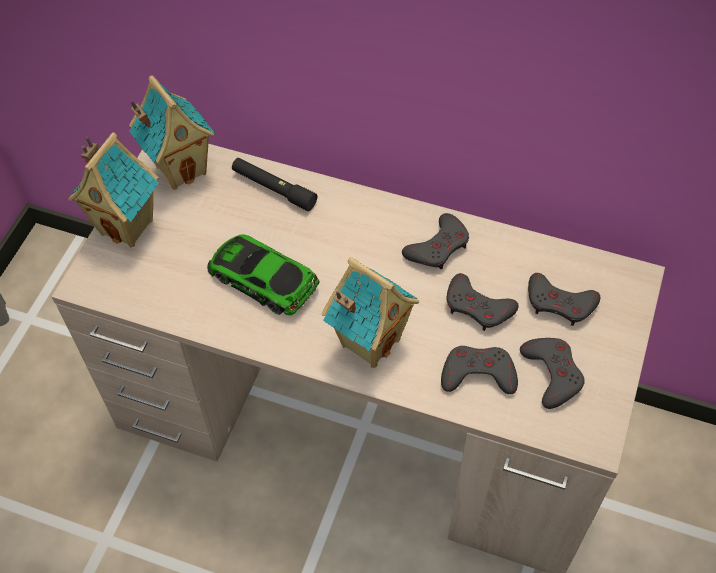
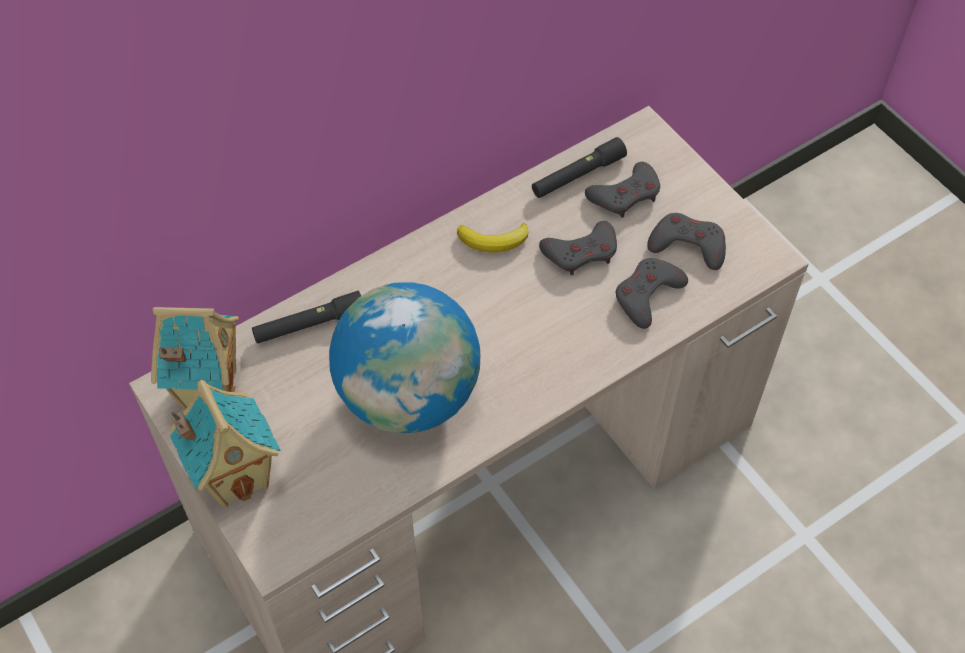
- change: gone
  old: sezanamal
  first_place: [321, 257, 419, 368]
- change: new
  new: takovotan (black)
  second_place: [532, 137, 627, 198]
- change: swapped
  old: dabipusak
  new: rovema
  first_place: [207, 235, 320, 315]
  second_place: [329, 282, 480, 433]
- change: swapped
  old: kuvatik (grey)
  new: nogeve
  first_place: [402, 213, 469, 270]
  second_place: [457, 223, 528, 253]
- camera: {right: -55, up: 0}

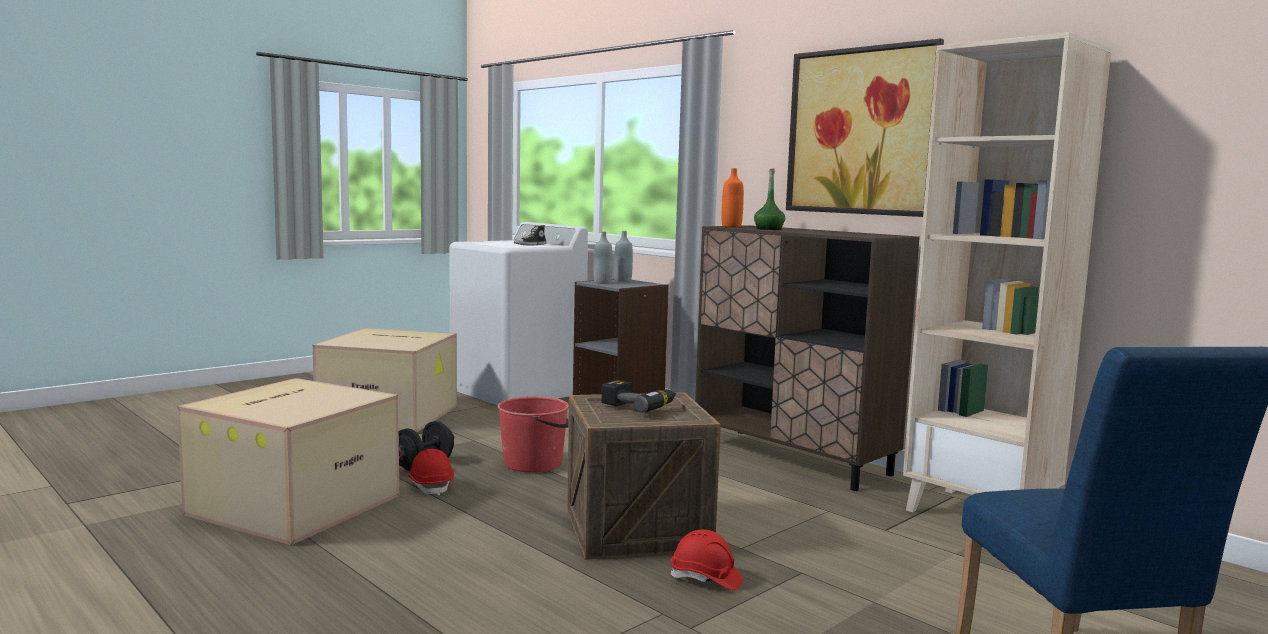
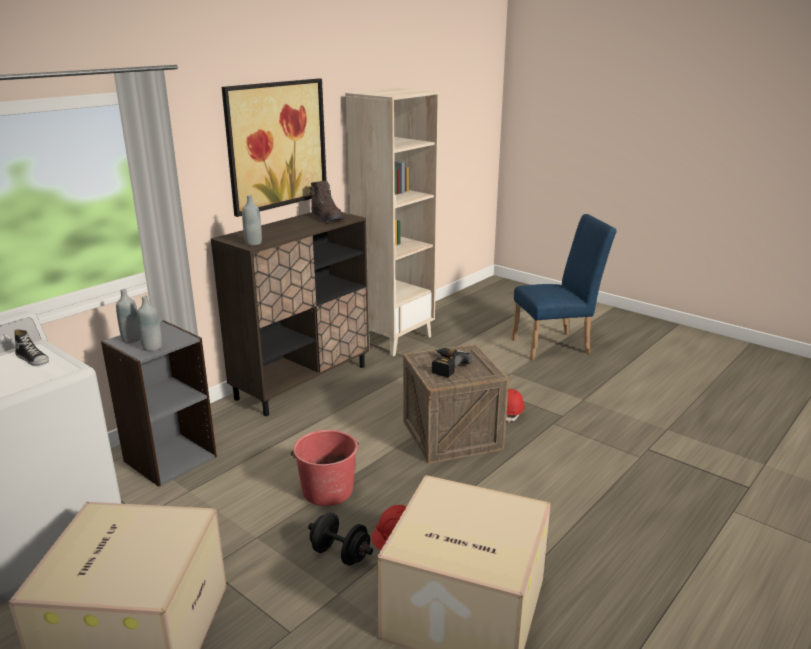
- change: gone
  old: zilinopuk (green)
  first_place: [754, 169, 785, 230]
- change: new
  new: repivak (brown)
  second_place: [310, 181, 343, 222]
- change: repainted
  old: zilinopuk (orange)
  new: zilinopuk (grey)
  first_place: [722, 168, 744, 227]
  second_place: [242, 195, 262, 246]
- camera: {right: -95, up: 15}

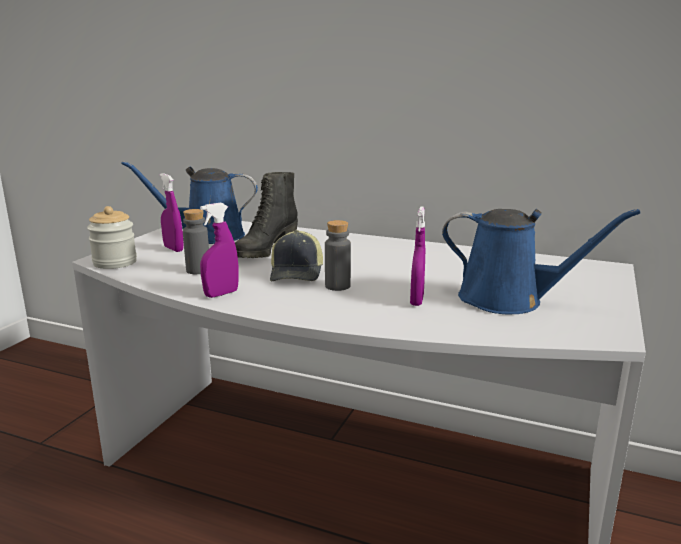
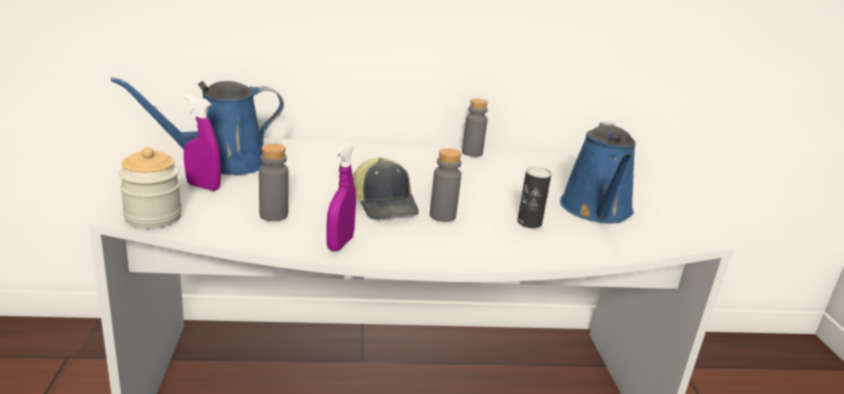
- change: gone
  old: repivak (black)
  first_place: [235, 172, 298, 258]
- change: new
  new: zilinopuk (grey)
  second_place: [462, 99, 488, 157]
- change: swapped
  old: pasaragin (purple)
  new: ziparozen
  first_place: [410, 206, 425, 306]
  second_place: [517, 166, 551, 228]
- change: rotated
  old: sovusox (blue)
  first_place: [442, 209, 640, 314]
  second_place: [560, 122, 636, 223]
  degrees: 105
- camera: {right: -30, up: 5}

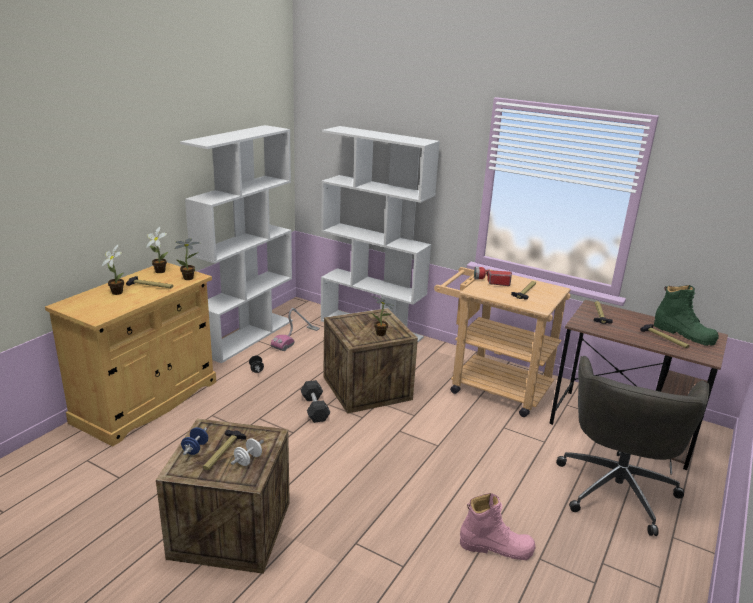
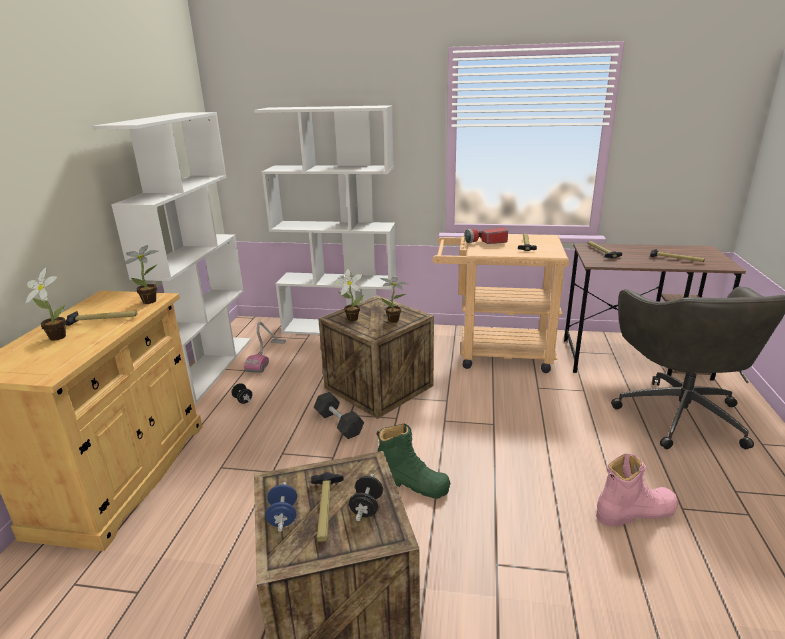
- change: shifted
  old: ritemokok
  first_place: [146, 227, 168, 273]
  second_place: [335, 269, 363, 321]
- change: shifted
  old: repivak (green)
  first_place: [654, 285, 719, 346]
  second_place: [376, 423, 450, 499]
- change: repainted
  old: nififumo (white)
  new: nififumo (black)
  first_place: [231, 438, 264, 466]
  second_place: [349, 474, 383, 522]
- camera: {right: -20, up: 0}

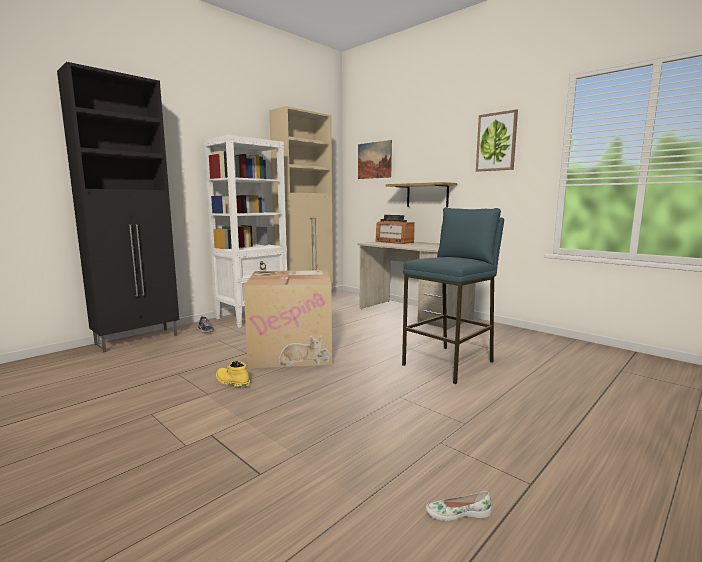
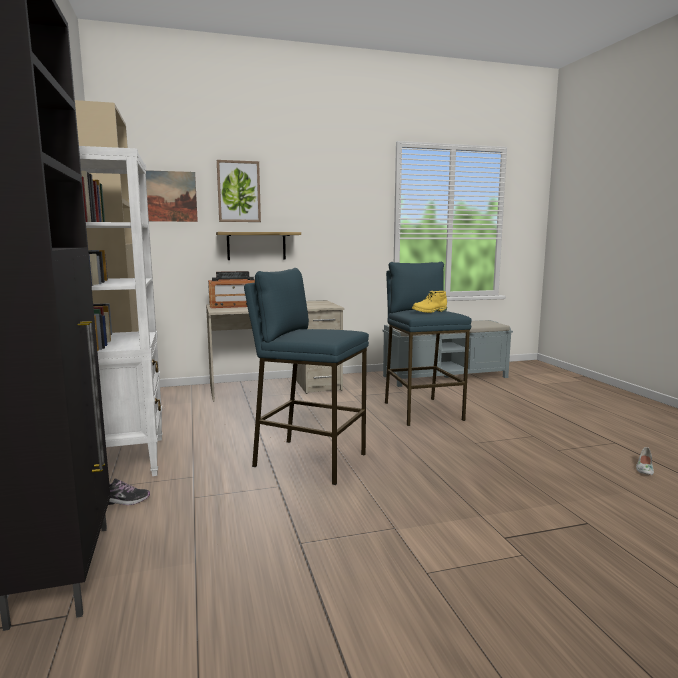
- change: new
  new: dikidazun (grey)
  second_place: [382, 320, 513, 387]
- change: shifted
  old: repivak (yellow)
  first_place: [216, 361, 250, 388]
  second_place: [412, 291, 447, 313]
- change: shifted
  old: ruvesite
  first_place: [476, 109, 518, 172]
  second_place: [217, 160, 261, 222]
- change: swapped
  old: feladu
  new: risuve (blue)
  first_place: [244, 270, 332, 368]
  second_place: [244, 268, 369, 485]
- camera: {right: -60, up: 0}

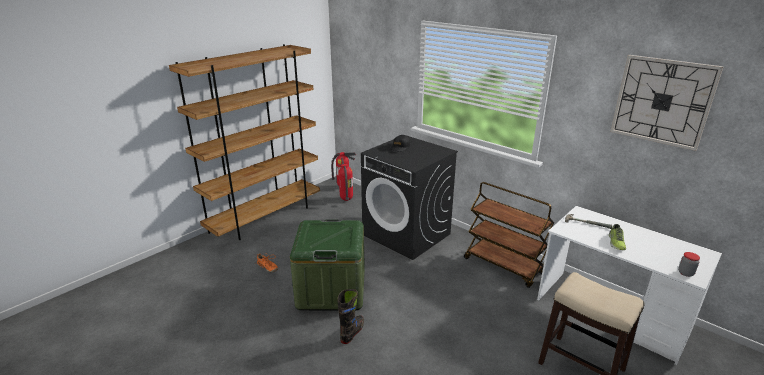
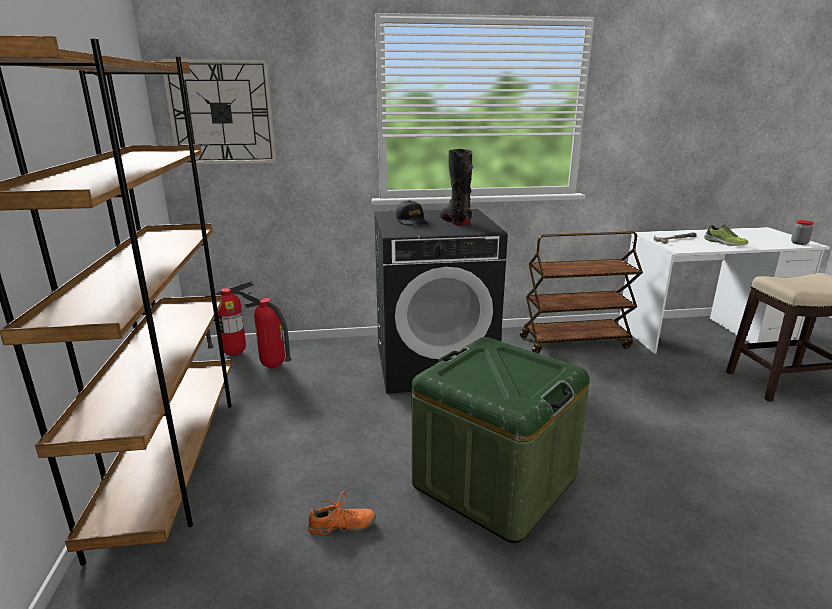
- change: shifted
  old: repivak (black)
  first_place: [338, 289, 364, 344]
  second_place: [439, 149, 473, 225]
- change: shifted
  old: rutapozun
  first_place: [610, 55, 724, 151]
  second_place: [161, 59, 277, 165]
- camera: {right: -50, up: -5}

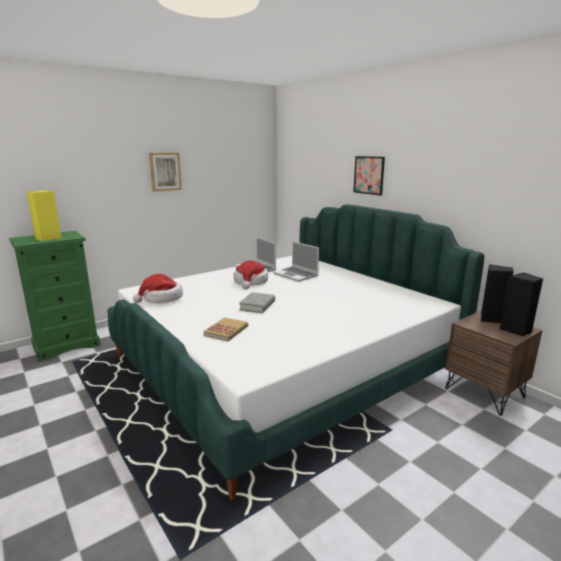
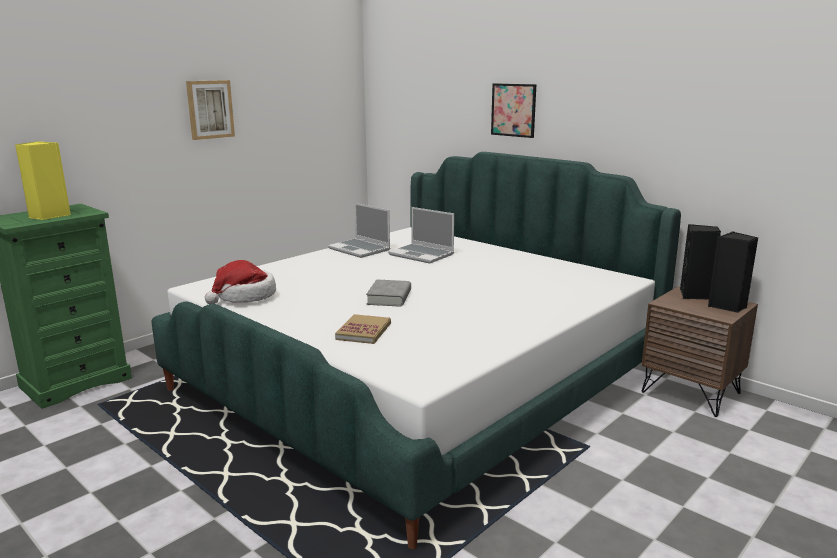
- change: gone
  old: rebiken
  first_place: [234, 260, 268, 289]
- camera: {right: -10, up: 0}

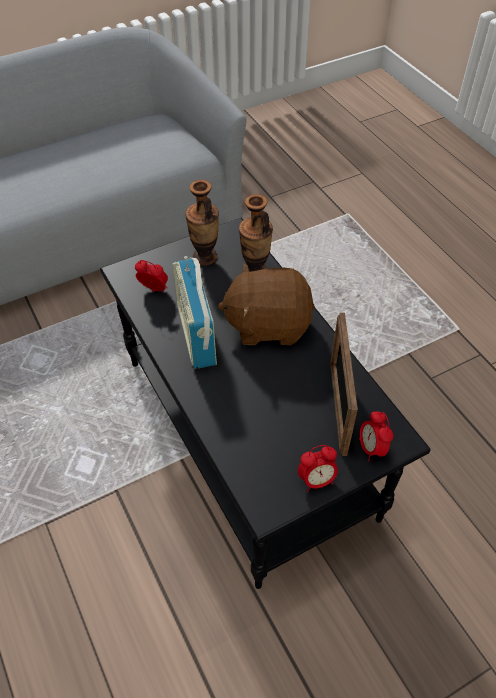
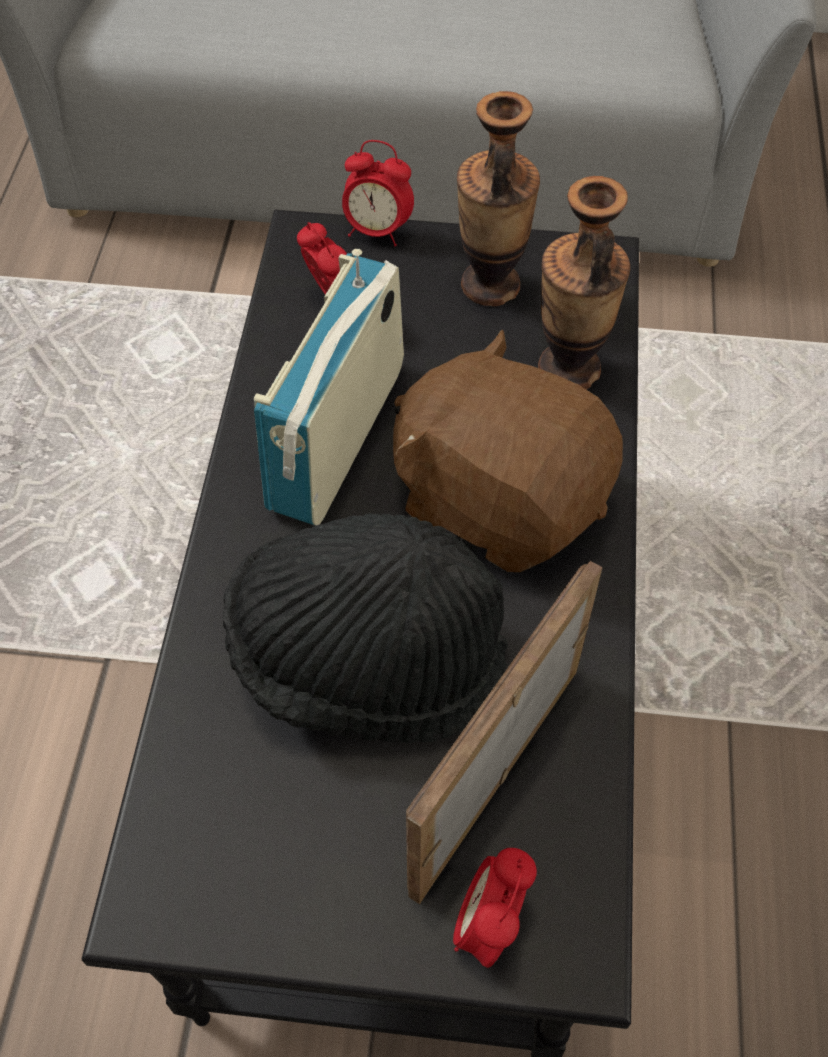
- change: new
  new: rebiken (black)
  second_place: [223, 513, 508, 743]
- change: shifted
  old: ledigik
  first_place: [298, 445, 338, 492]
  second_place: [342, 140, 414, 246]
- camera: {right: 35, up: 5}

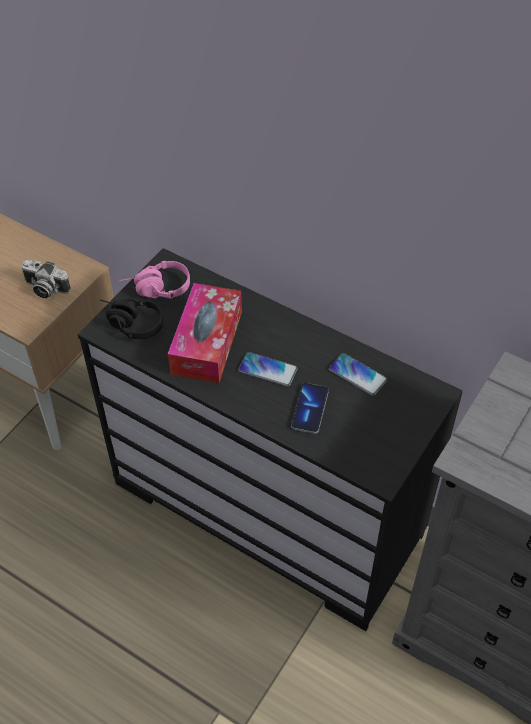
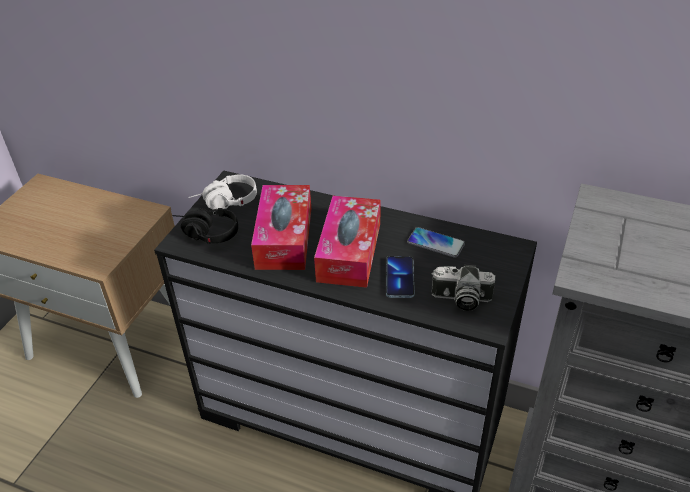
- change: shifted
  old: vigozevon
  first_place: [21, 260, 71, 298]
  second_place: [432, 265, 495, 311]
- change: swapped
  old: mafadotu
  new: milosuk
  first_place: [238, 352, 298, 387]
  second_place: [314, 196, 381, 288]
- change: repainted
  old: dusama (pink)
  new: dusama (white)
  first_place: [119, 261, 190, 299]
  second_place: [188, 175, 257, 210]
- camera: {right: -10, up: -10}

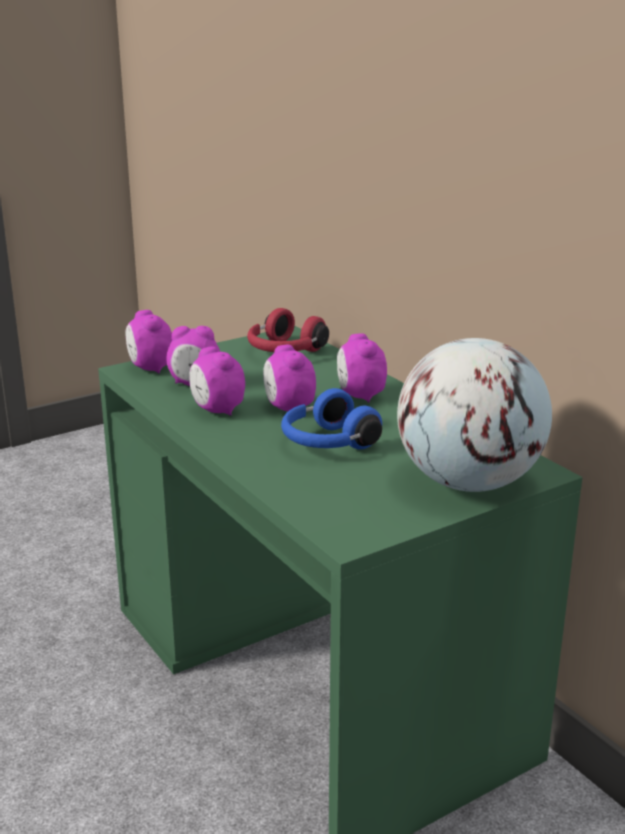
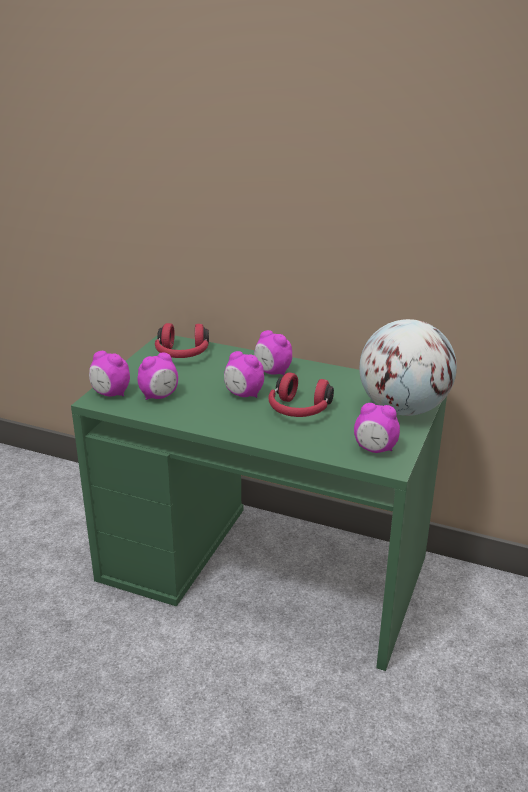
- change: shifted
  old: ledigik
  first_place: [189, 346, 245, 416]
  second_place: [354, 403, 400, 453]
- change: repainted
  old: dusama (blue)
  new: dusama (red)
  first_place: [281, 388, 382, 449]
  second_place: [268, 372, 334, 417]
- camera: {right: -35, up: 5}

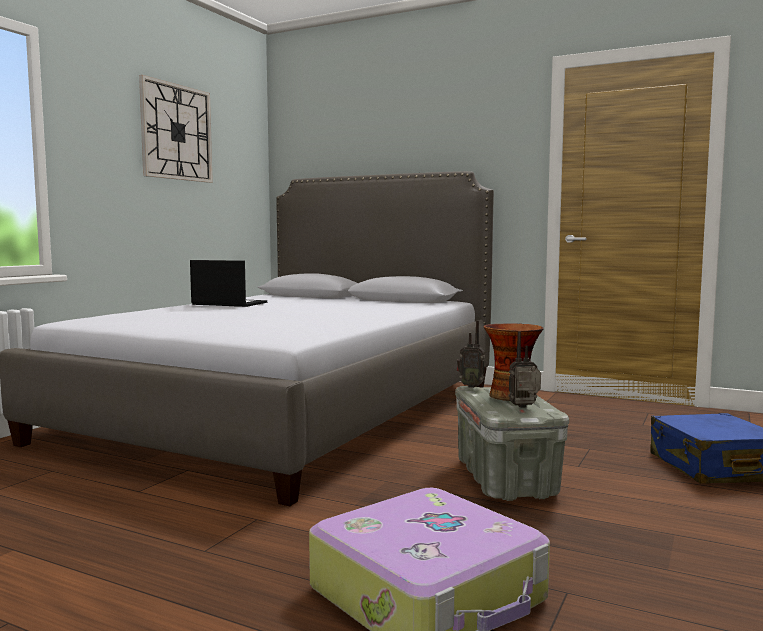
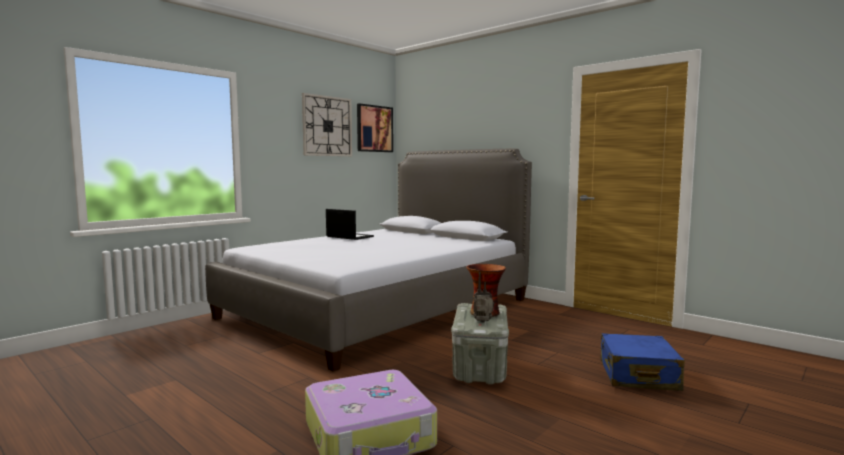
- change: gone
  old: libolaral
  first_place: [457, 321, 485, 388]
- change: new
  new: ruvesite
  second_place: [357, 103, 393, 152]
- camera: {right: 15, up: 0}

